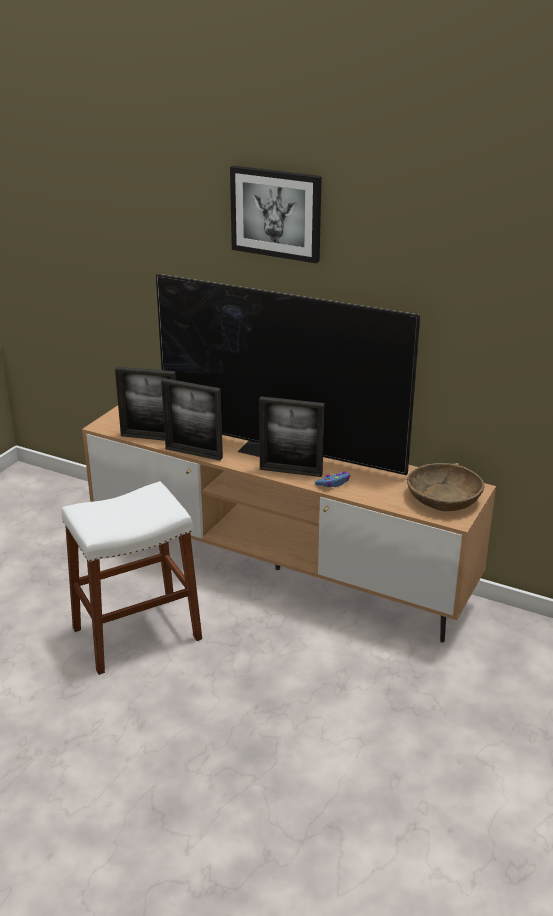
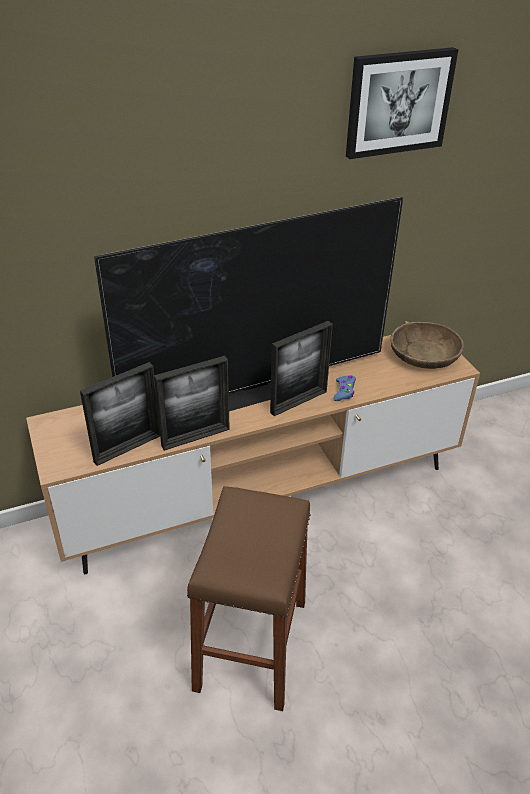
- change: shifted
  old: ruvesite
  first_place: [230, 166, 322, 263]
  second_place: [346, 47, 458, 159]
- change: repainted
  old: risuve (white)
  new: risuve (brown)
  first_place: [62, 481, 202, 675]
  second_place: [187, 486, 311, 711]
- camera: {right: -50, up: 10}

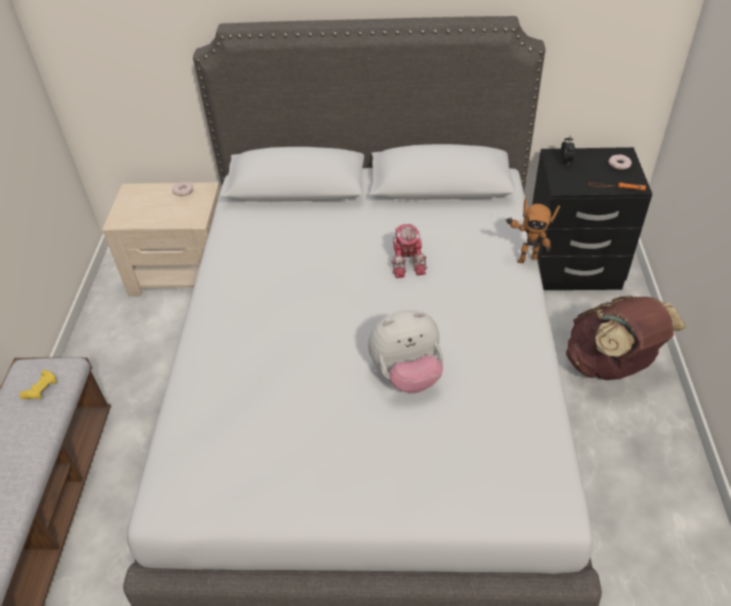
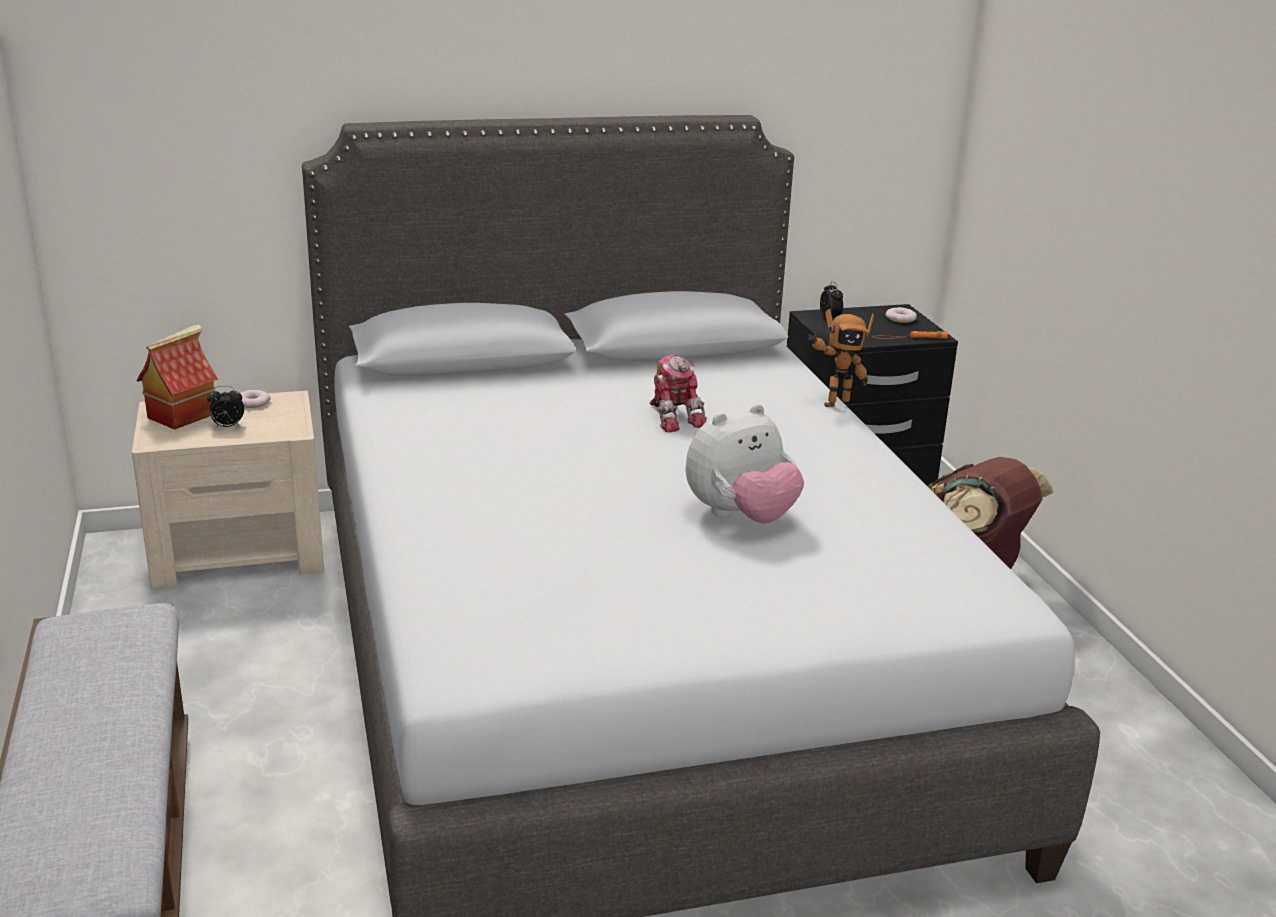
- change: gone
  old: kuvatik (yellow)
  first_place: [19, 370, 56, 399]
- change: new
  new: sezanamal
  second_place: [136, 324, 218, 430]
- change: new
  new: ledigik
  second_place: [207, 386, 244, 428]
- camera: {right: -20, up: -20}

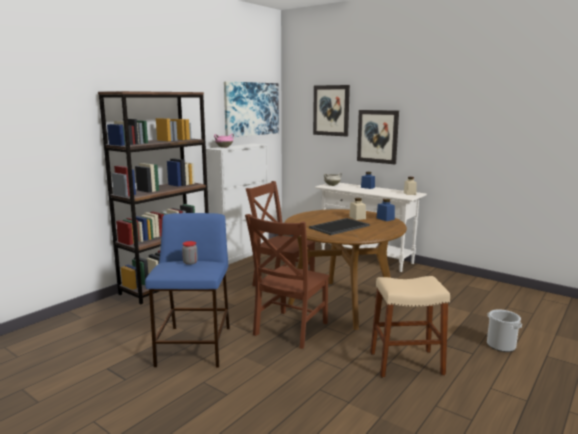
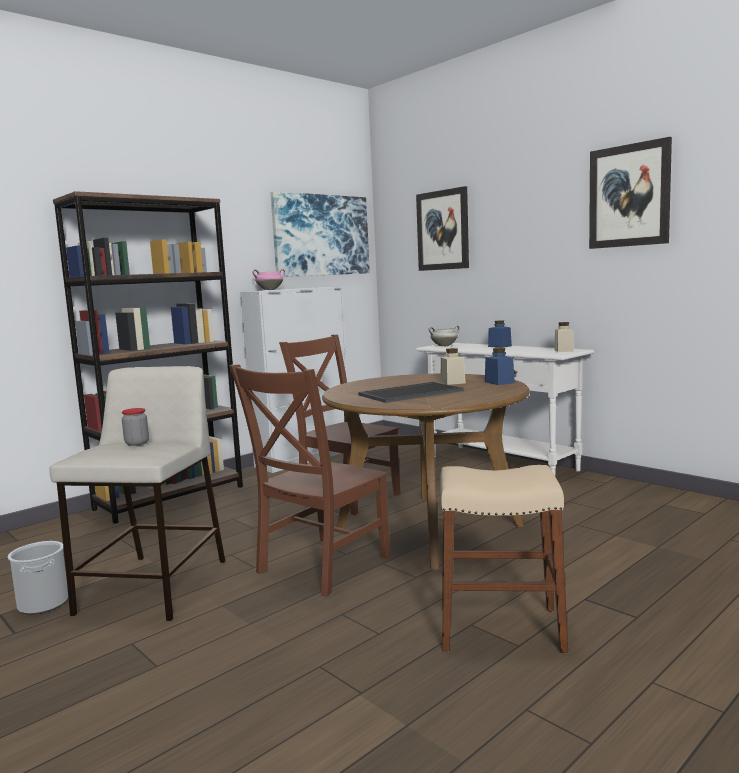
- change: shifted
  old: ruvesite
  first_place: [357, 110, 399, 164]
  second_place: [589, 137, 672, 249]
- change: shifted
  old: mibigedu
  first_place: [487, 309, 522, 352]
  second_place: [8, 541, 68, 615]
- change: repainted
  old: risuve (blue)
  new: risuve (beige)
  first_place: [145, 213, 230, 368]
  second_place: [50, 366, 225, 621]
- camera: {right: 10, up: -5}

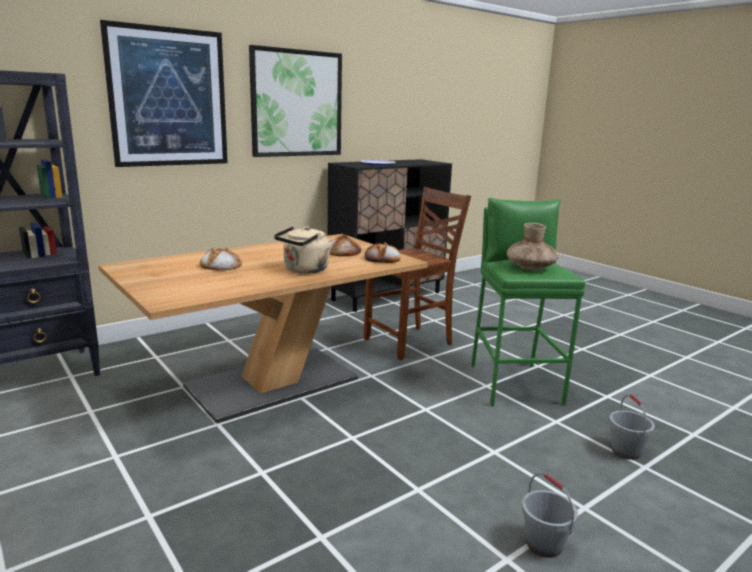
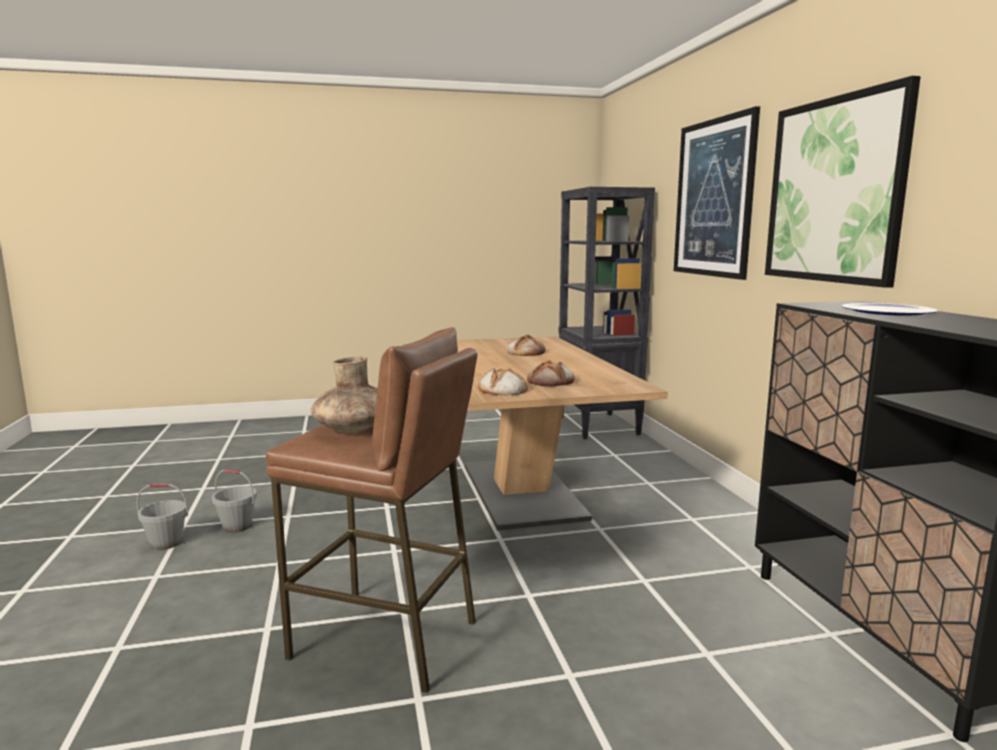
- change: gone
  old: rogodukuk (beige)
  first_place: [274, 226, 330, 274]
- change: gone
  old: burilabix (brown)
  first_place: [364, 187, 471, 360]
- change: shifted
  old: mibigedu (grey)
  first_place: [609, 394, 655, 460]
  second_place: [212, 469, 257, 533]
- change: repainted
  old: risuve (green)
  new: risuve (brown)
  first_place: [471, 198, 586, 406]
  second_place: [266, 327, 477, 693]
- camera: {right: 115, up: -5}

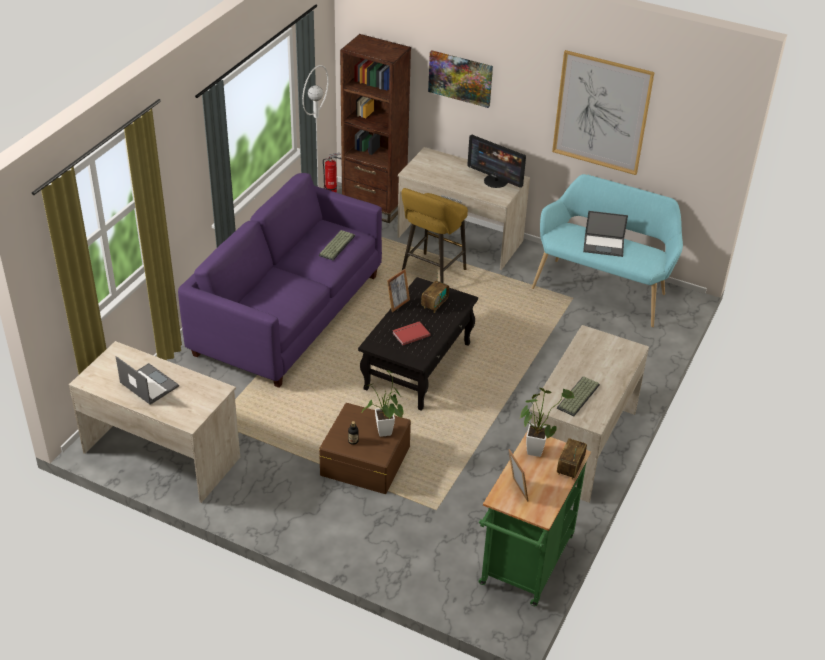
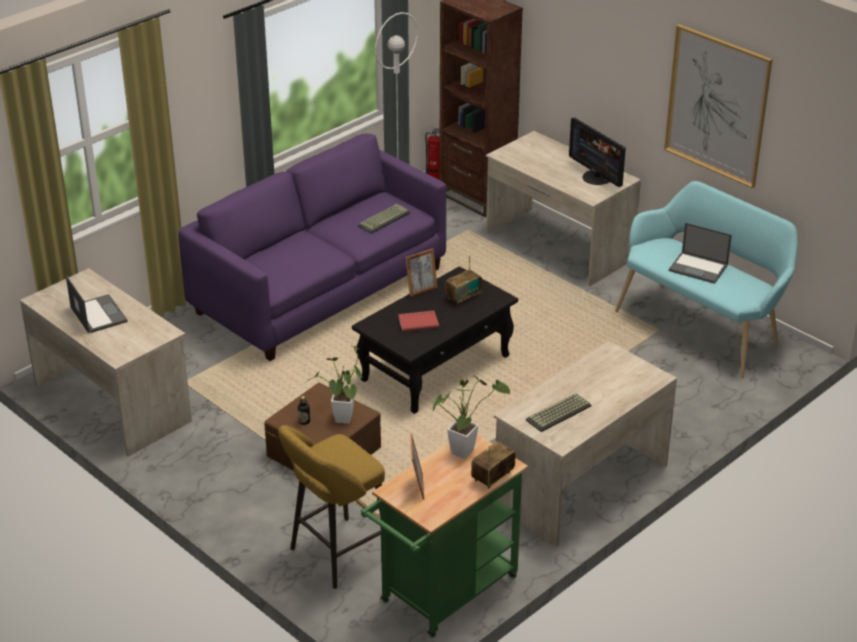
- change: gone
  old: ruvesite
  first_place: [428, 50, 493, 108]
- change: shifted
  old: risuve (yellow)
  first_place: [402, 188, 468, 283]
  second_place: [278, 425, 385, 589]
- camera: {right: 20, up: -5}

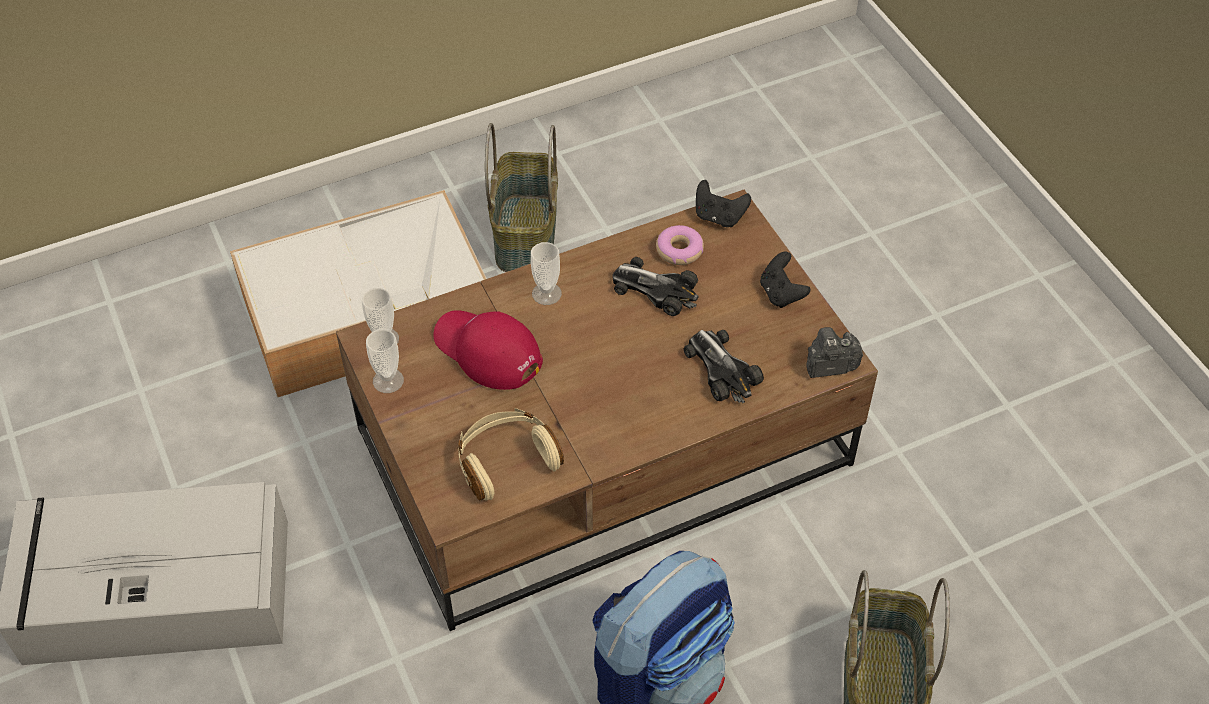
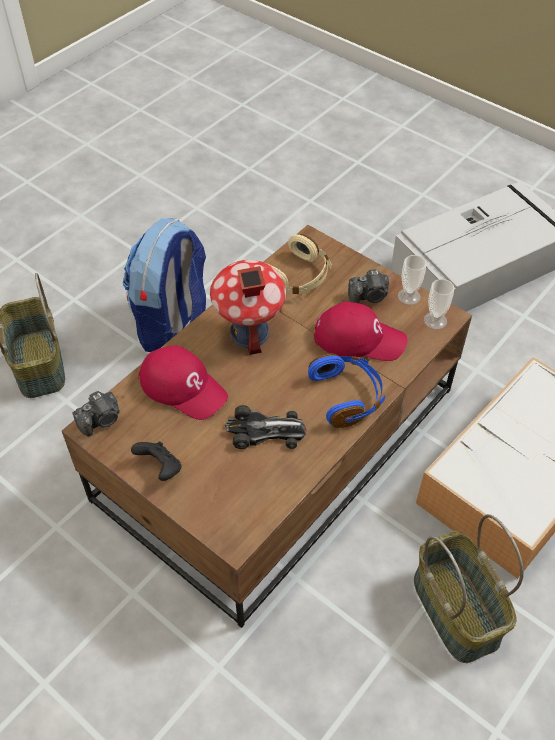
- change: gone
  old: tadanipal
  first_place: [656, 225, 704, 265]
- change: gone
  old: kuvatik (black)
  first_place: [696, 180, 751, 227]
- change: new
  new: sezanamal
  second_place: [210, 260, 286, 355]
- change: new
  new: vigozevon
  second_place: [348, 269, 389, 303]
- change: swapped
  old: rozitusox
  new: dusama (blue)
  first_place: [531, 242, 562, 305]
  second_place: [308, 353, 385, 428]
- change: swapped
  old: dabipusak
  new: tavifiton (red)
  first_place: [684, 330, 764, 403]
  second_place: [138, 346, 228, 420]
- camera: {right: 155, up: 0}

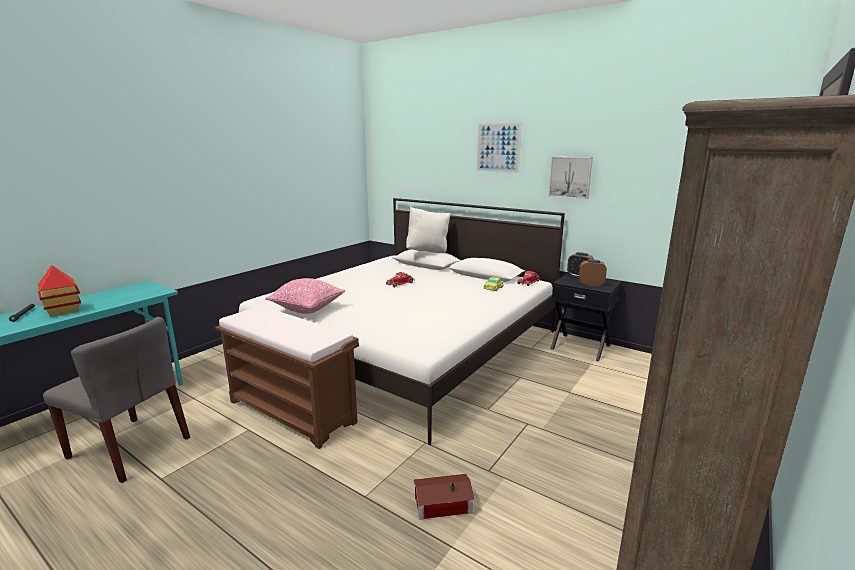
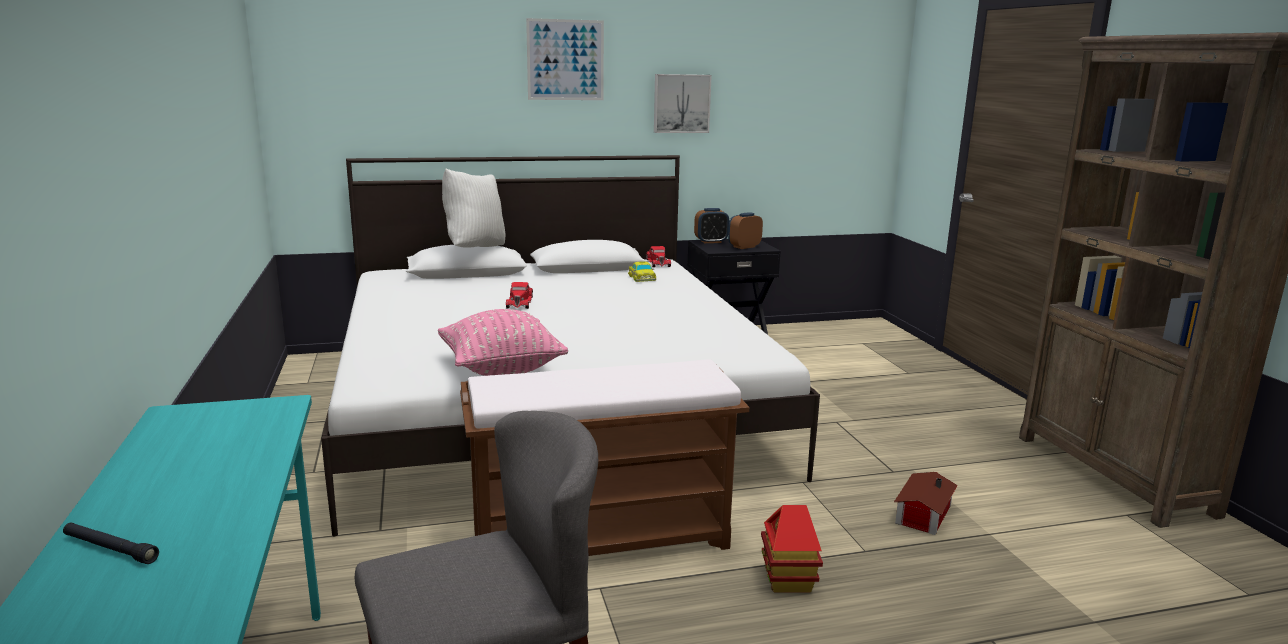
- change: shifted
  old: sezanamal
  first_place: [38, 265, 81, 317]
  second_place: [761, 505, 823, 592]
- camera: {right: -50, up: 0}

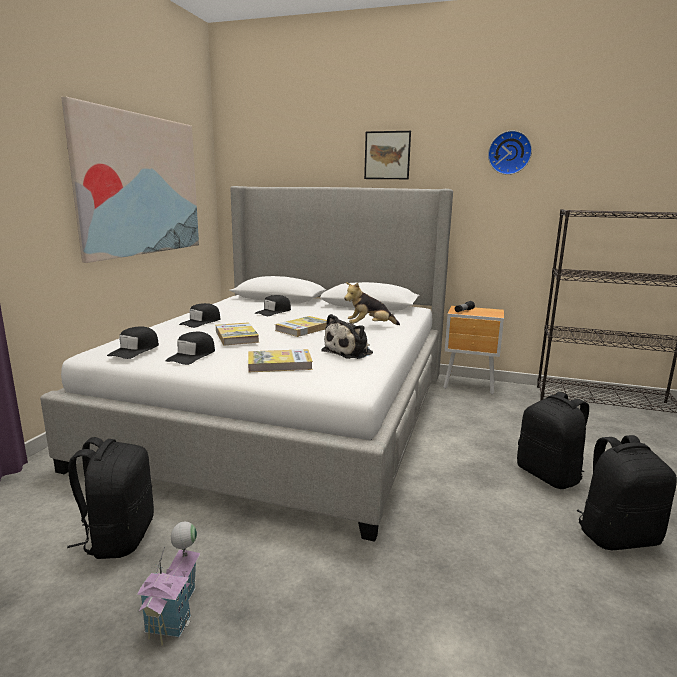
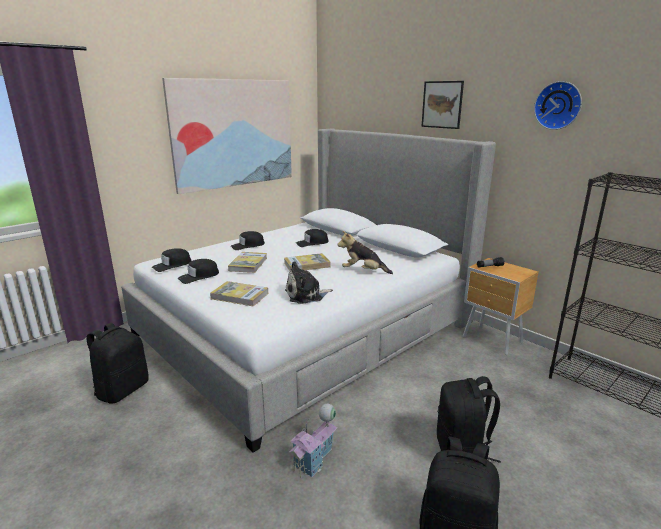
- change: shifted
  old: sezanamal
  first_place: [137, 522, 200, 646]
  second_place: [289, 404, 337, 478]
- camera: {right: 30, up: 5}

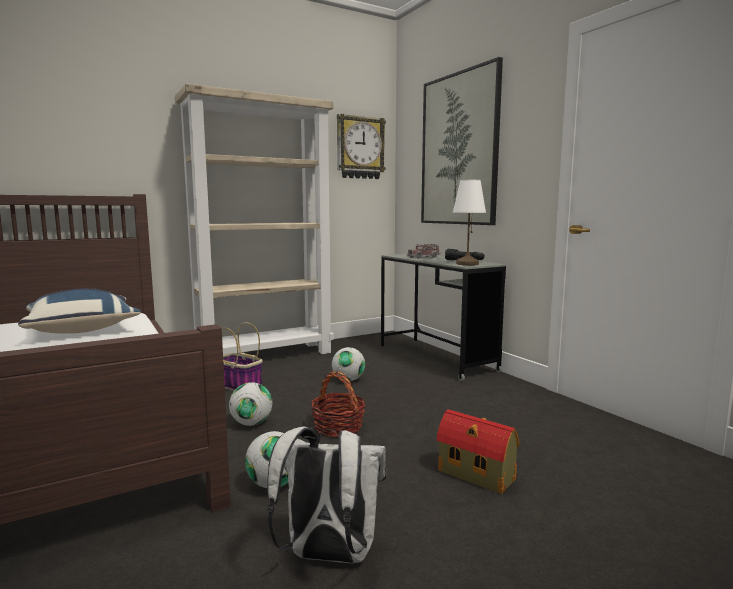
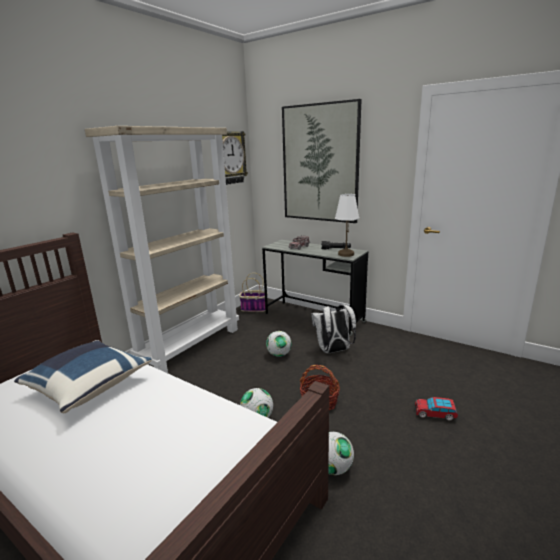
- change: shifted
  old: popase
  first_place: [222, 322, 263, 391]
  second_place: [239, 273, 268, 312]
- change: shifted
  old: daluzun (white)
  first_place: [267, 427, 386, 563]
  second_place: [311, 304, 356, 353]
- change: swapped
  old: sezanamal
  new: dabipusak
  first_place: [437, 409, 520, 494]
  second_place: [415, 397, 458, 421]
- camera: {right: -25, up: 10}

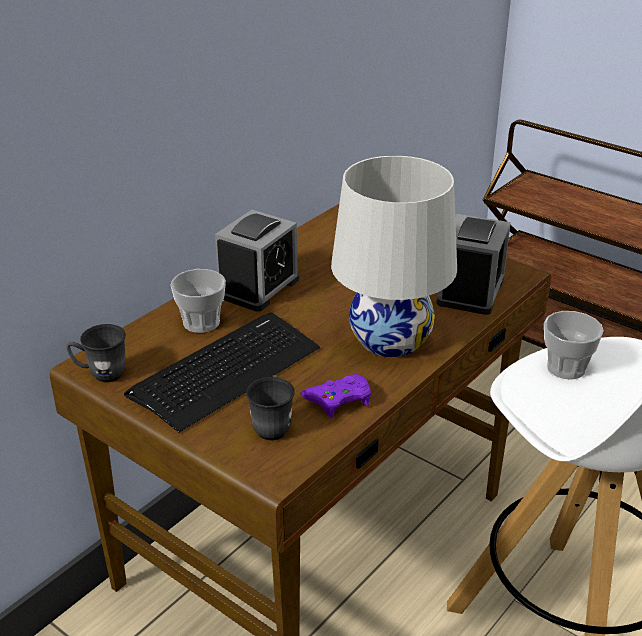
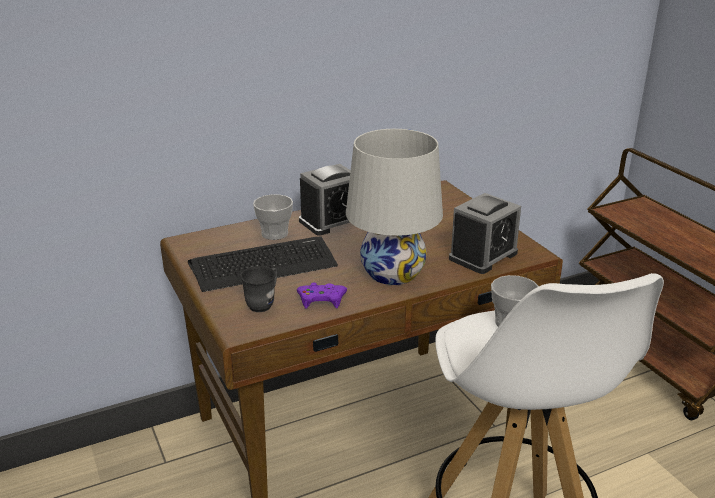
- change: gone
  old: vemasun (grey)
  first_place: [66, 324, 126, 382]
- camera: {right: 25, up: -5}

